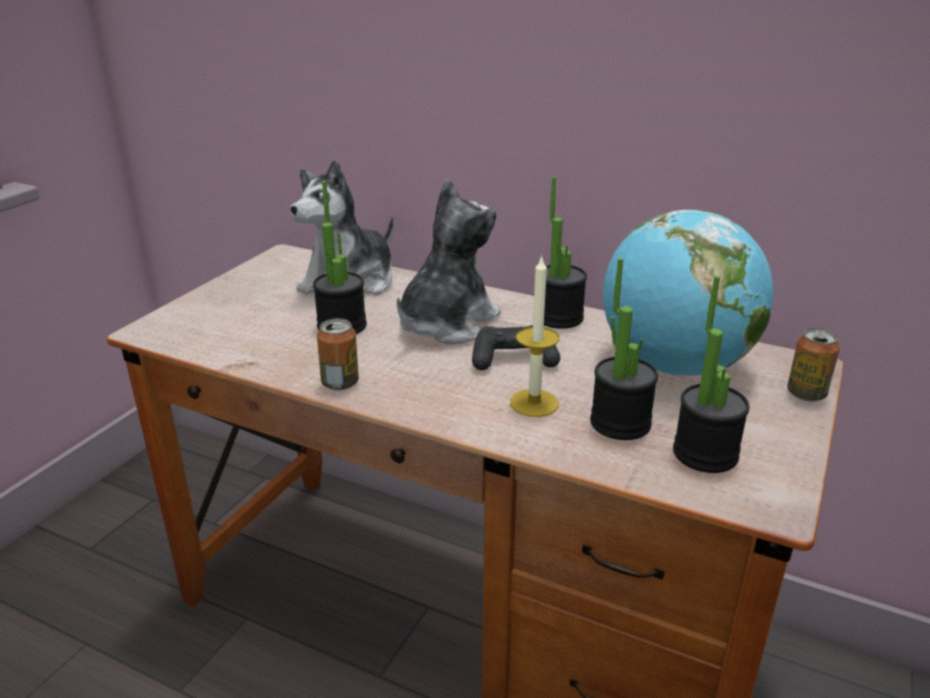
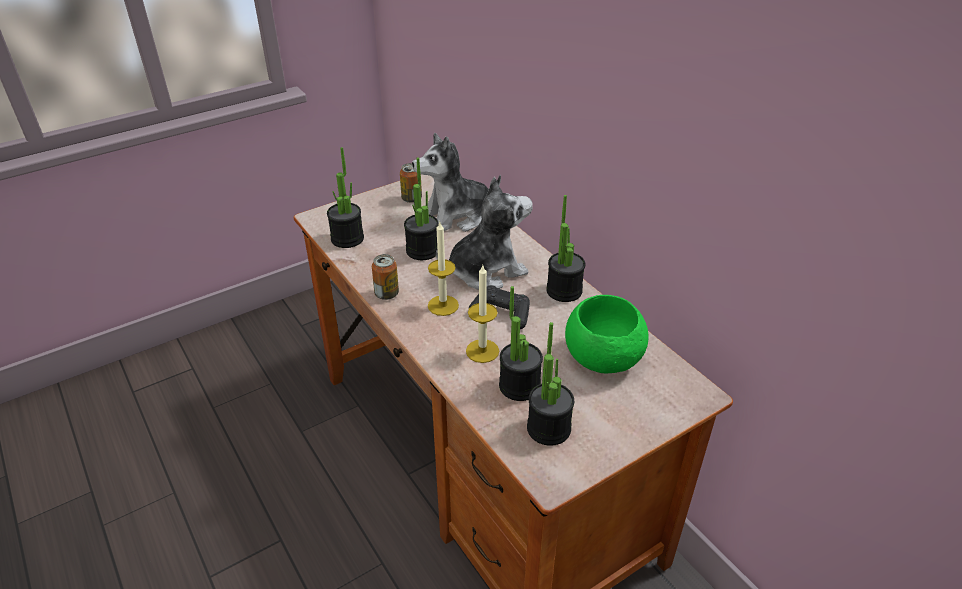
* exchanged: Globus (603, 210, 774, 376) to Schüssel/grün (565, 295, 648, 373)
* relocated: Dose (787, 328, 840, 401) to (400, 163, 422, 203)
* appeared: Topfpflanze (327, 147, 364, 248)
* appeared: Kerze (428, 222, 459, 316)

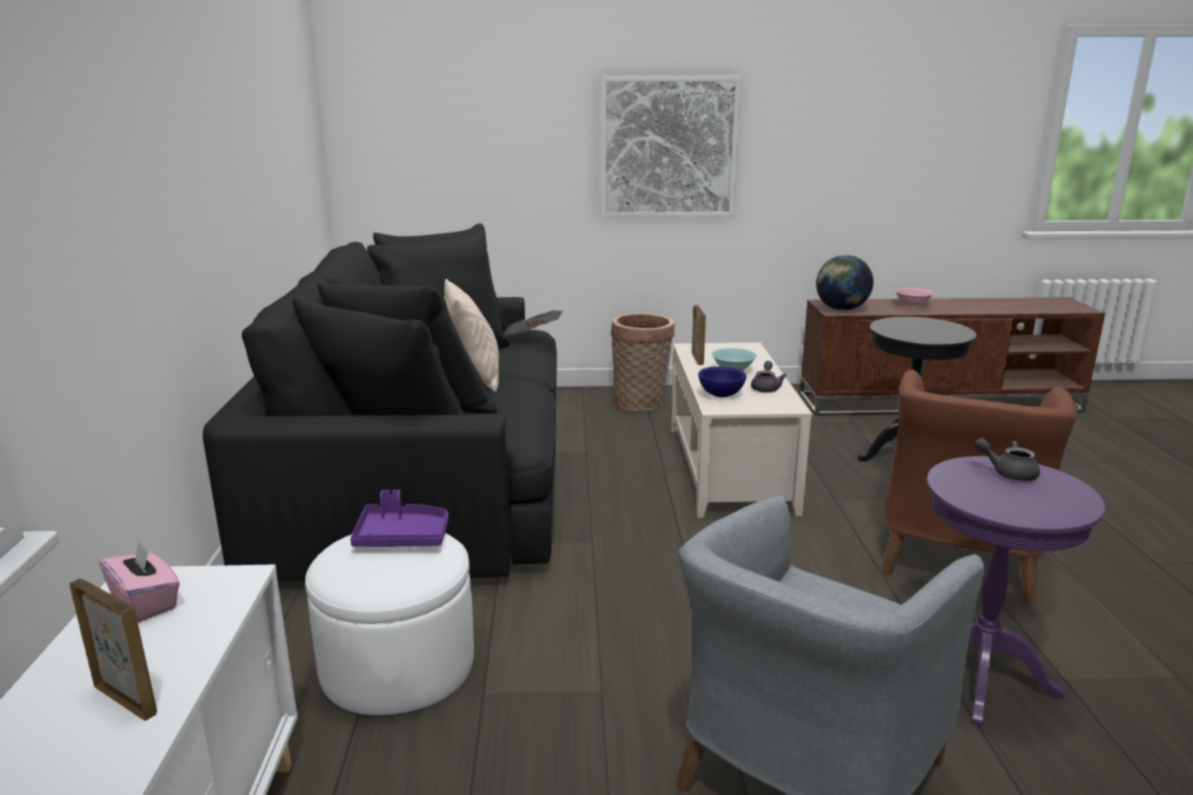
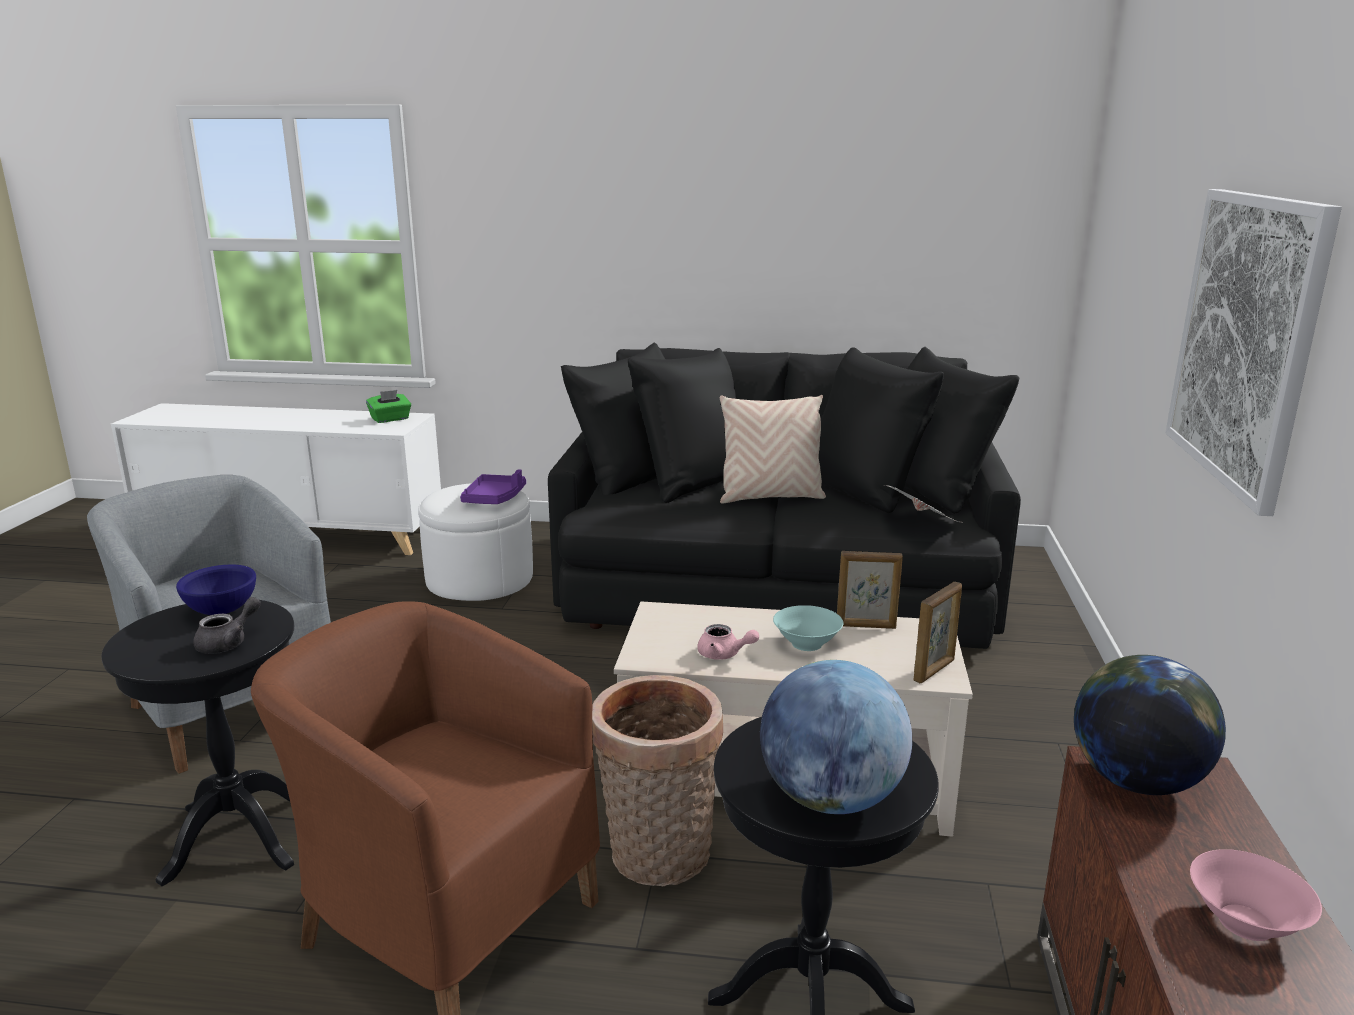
* relocated: Korb (611, 313, 675, 412) to (592, 675, 723, 886)
* colour: Teekanne/grau (751, 361, 787, 392) to Teekanne/rosa (697, 624, 759, 660)
* relocated: Schüssel/blau (698, 366, 746, 397) to (176, 565, 256, 615)
* colour: Beistelltisch/lila (927, 456, 1105, 726) to Beistelltisch/schwarz (101, 600, 294, 886)
* colour: Taschentuchbox/rosa (99, 540, 180, 622) to Taschentuchbox/grün (366, 390, 411, 423)
* relocated: Bilderrahmen (69, 578, 157, 721) to (913, 582, 962, 683)
* appeared: Globus (760, 660, 912, 814)

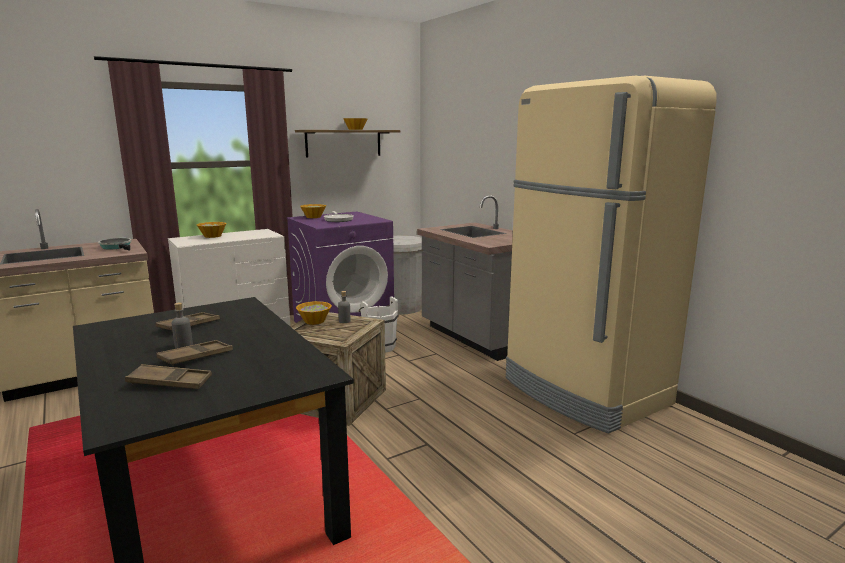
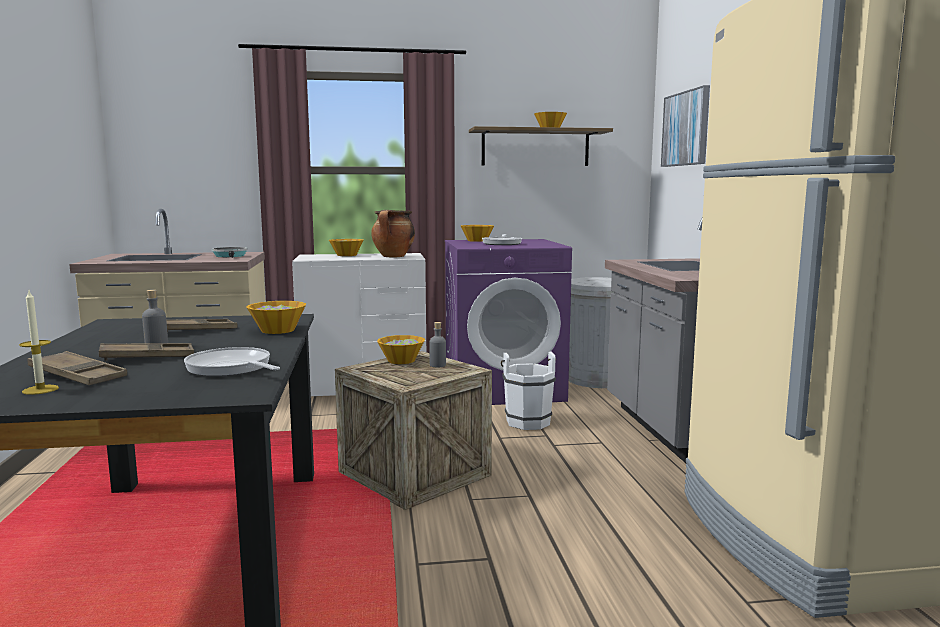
* appeared: Bild (661, 85, 710, 167)
* appeared: Kochtopf (371, 210, 415, 258)
* appeared: Kerze (19, 291, 59, 395)
* appeared: Schüssel (247, 301, 306, 334)
* appeared: Pfanne (184, 347, 280, 377)

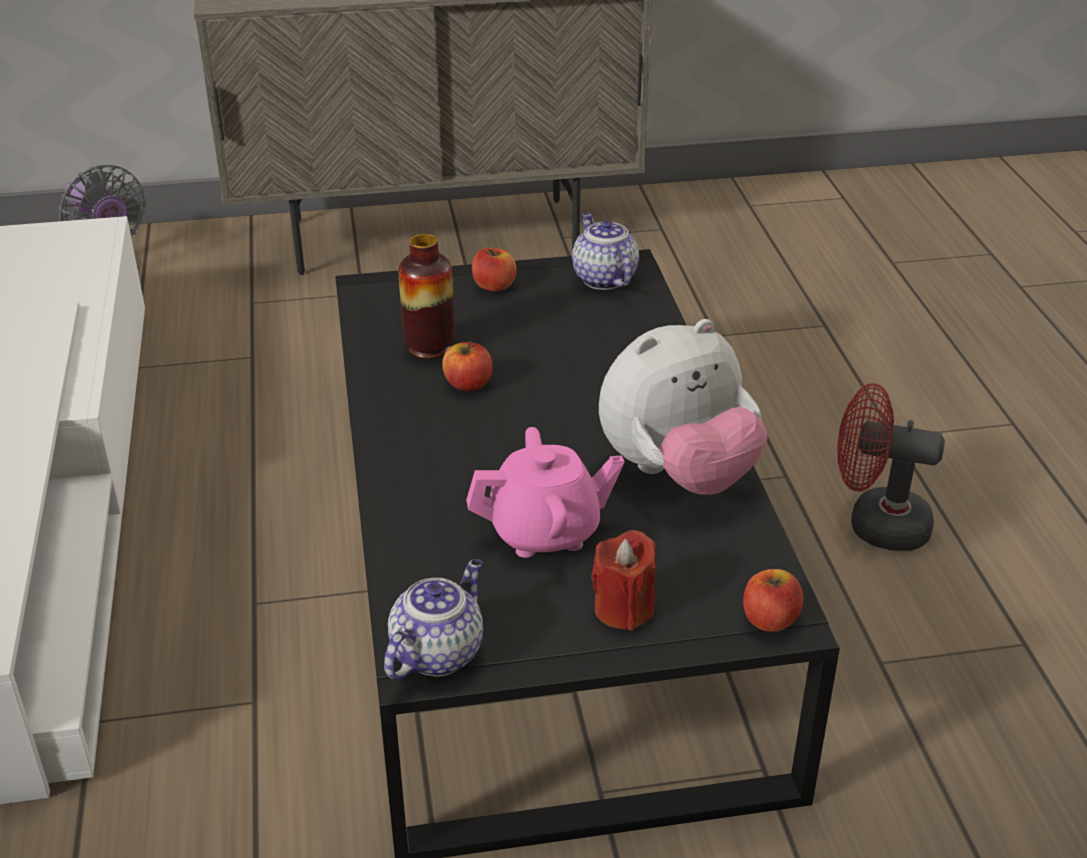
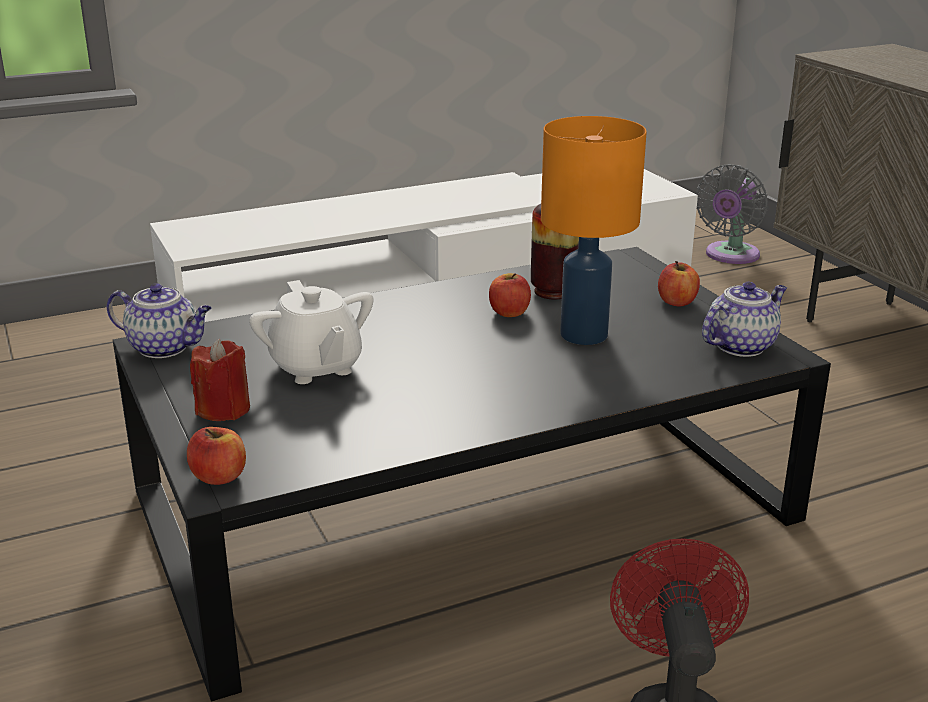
* missing: Plüschtier (599, 319, 767, 495)
* colour: Teekanne/rosa (466, 427, 625, 558) to Teekanne/weiß (249, 280, 374, 384)
* appeared: Tischlampe/orange (541, 116, 647, 345)

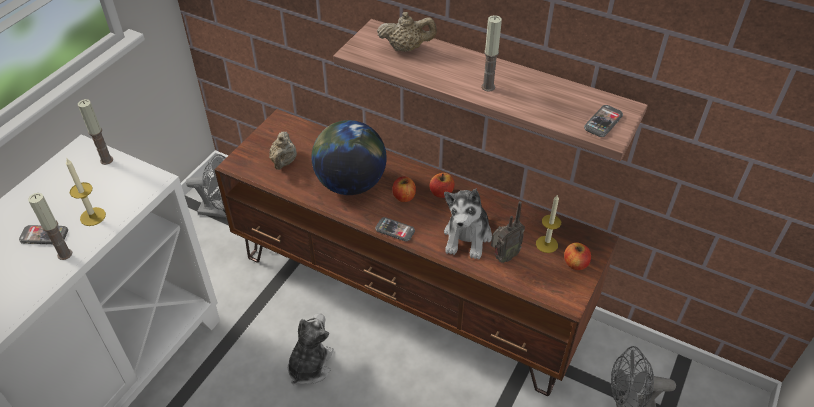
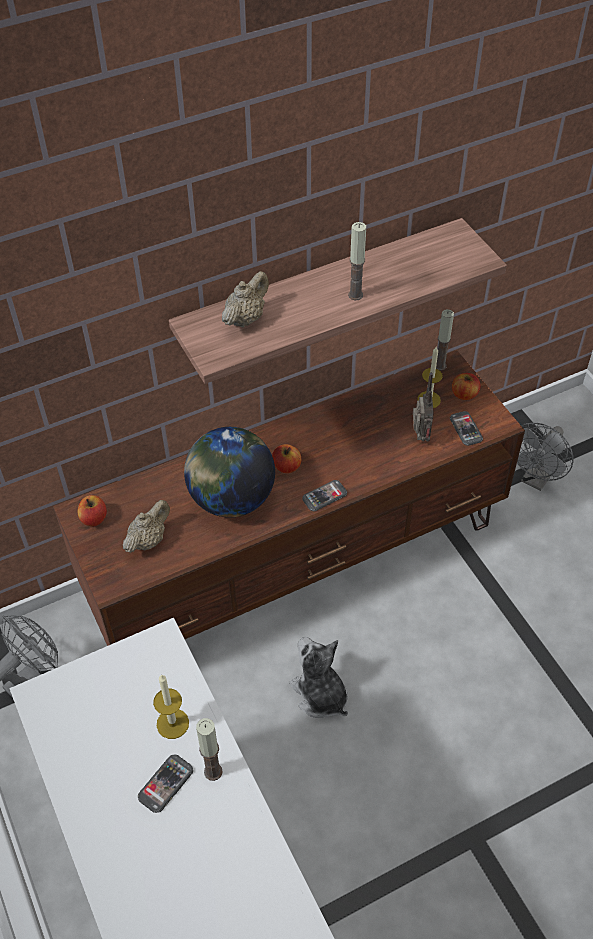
* relocated: Kerze (78, 99, 113, 165) to (436, 309, 454, 371)
* relocated: Handy (584, 105, 623, 137) to (450, 411, 483, 446)
* spun: Teekanne/beige (269, 131, 297, 170) = (123, 500, 170, 553) 90 degrees counterclockwise
* relocated: Apfel (430, 173, 454, 198) to (77, 495, 107, 526)
* missing: Plüschtier (444, 188, 492, 259)

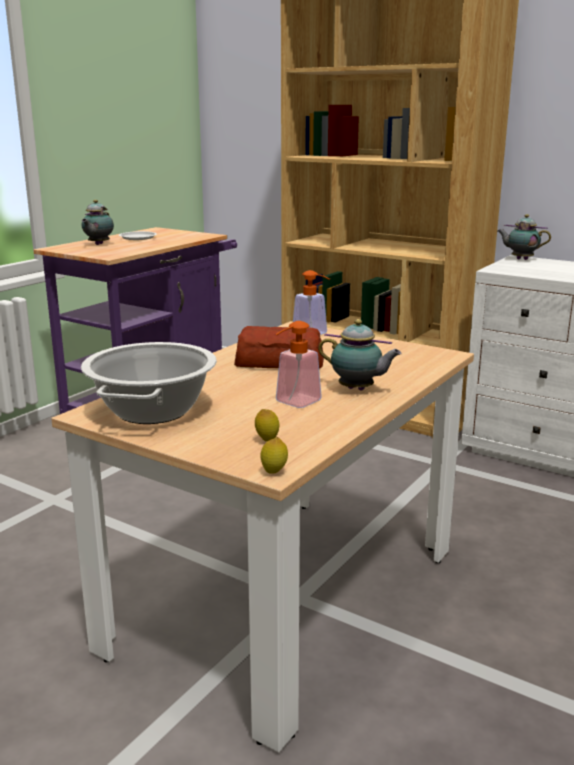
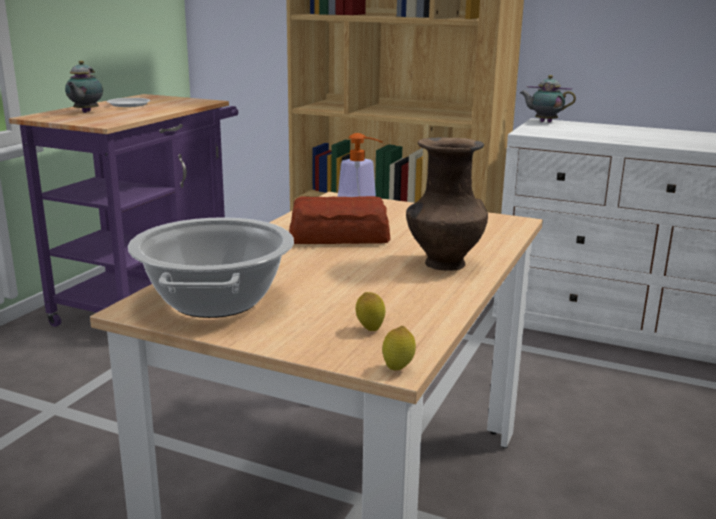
* exchanged: Teekanne (318, 319, 402, 391) to Vase/braun (406, 138, 488, 271)
* missing: Seifenspender (276, 321, 322, 408)

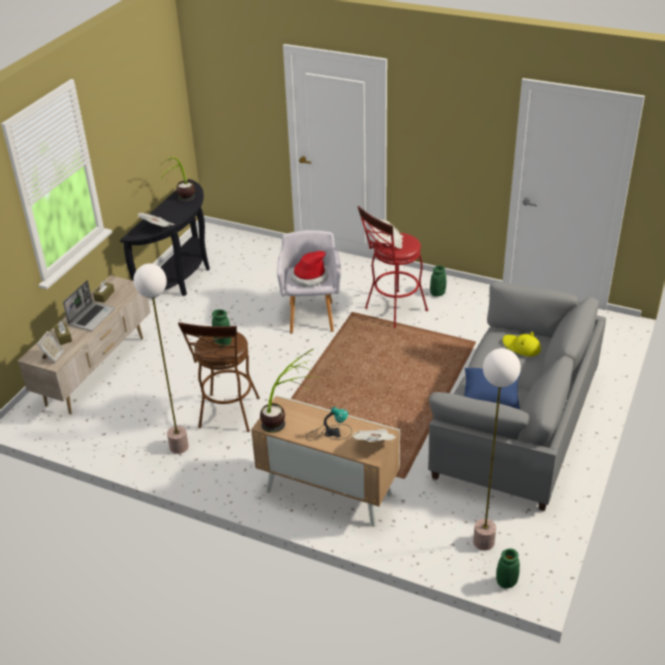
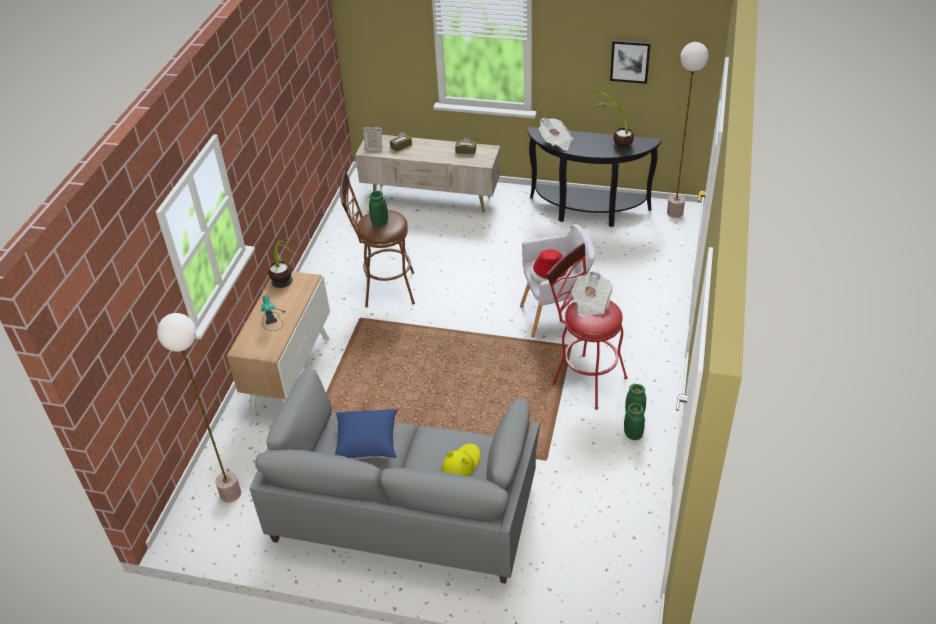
* relocated: Stehlampe (133, 264, 189, 454) to (667, 42, 708, 218)
* missing: Laptop (63, 280, 115, 331)
* missing: Zeitung (352, 429, 397, 442)
* relocated: Vase/grün (496, 548, 520, 589) to (624, 403, 645, 440)
* appeared: Bild (610, 40, 651, 84)

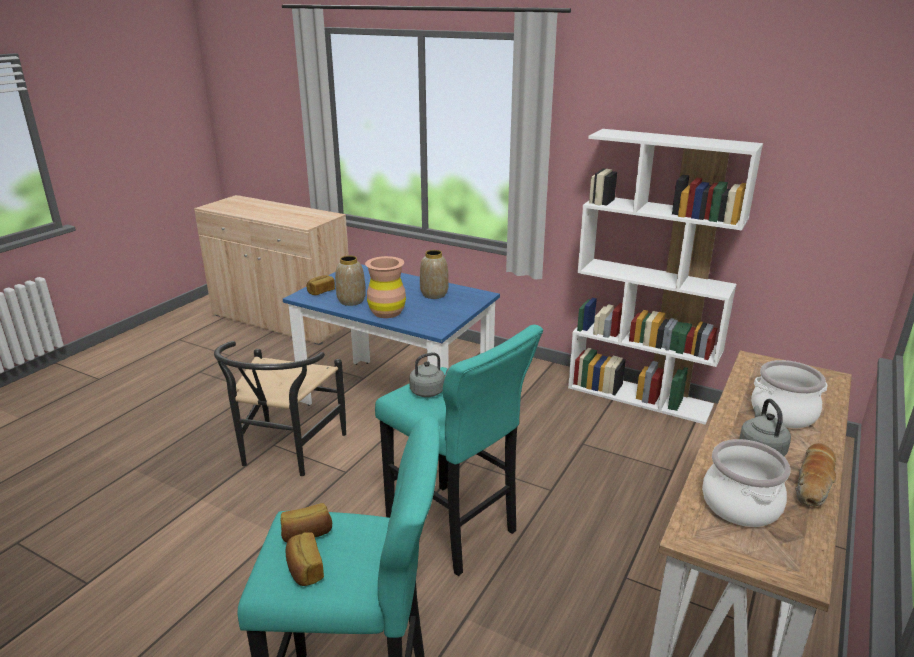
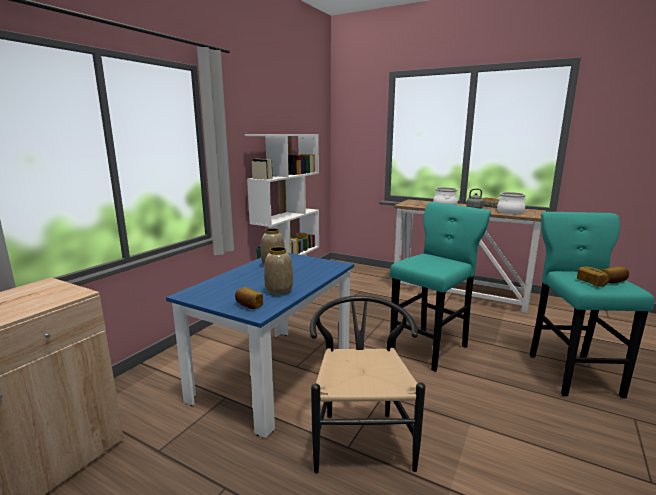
* missing: Vase/braun (365, 256, 406, 318)
* spun: Stuhl/schwarz (214, 341, 346, 476) = (310, 296, 425, 473) 105 degrees counterclockwise
* missing: Wasserkessel/grau (409, 352, 452, 397)

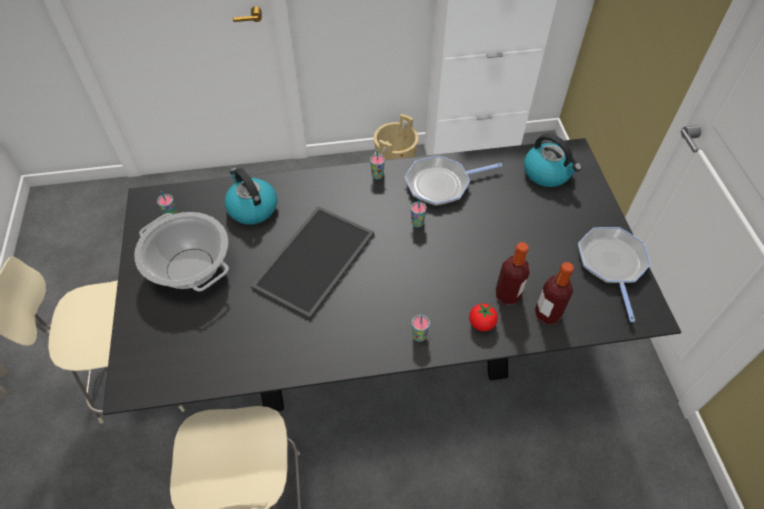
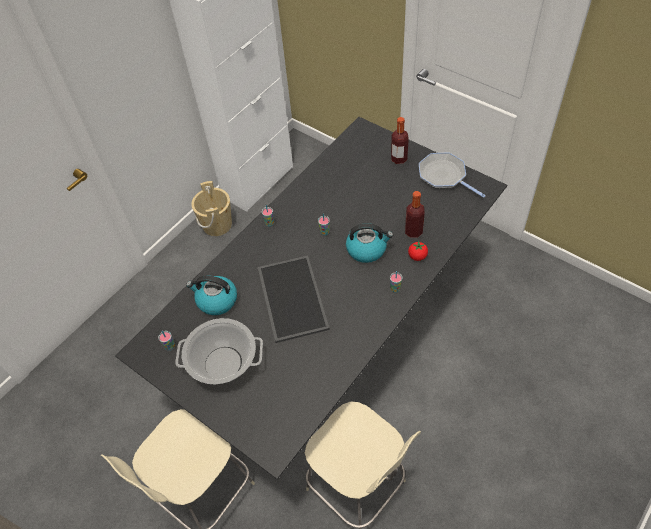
* relocated: Wasserkessel (524, 133, 582, 187) to (346, 223, 393, 263)
* missing: Pfanne (405, 155, 502, 206)
* relocated: Flasche (535, 262, 574, 324) to (391, 117, 409, 164)

